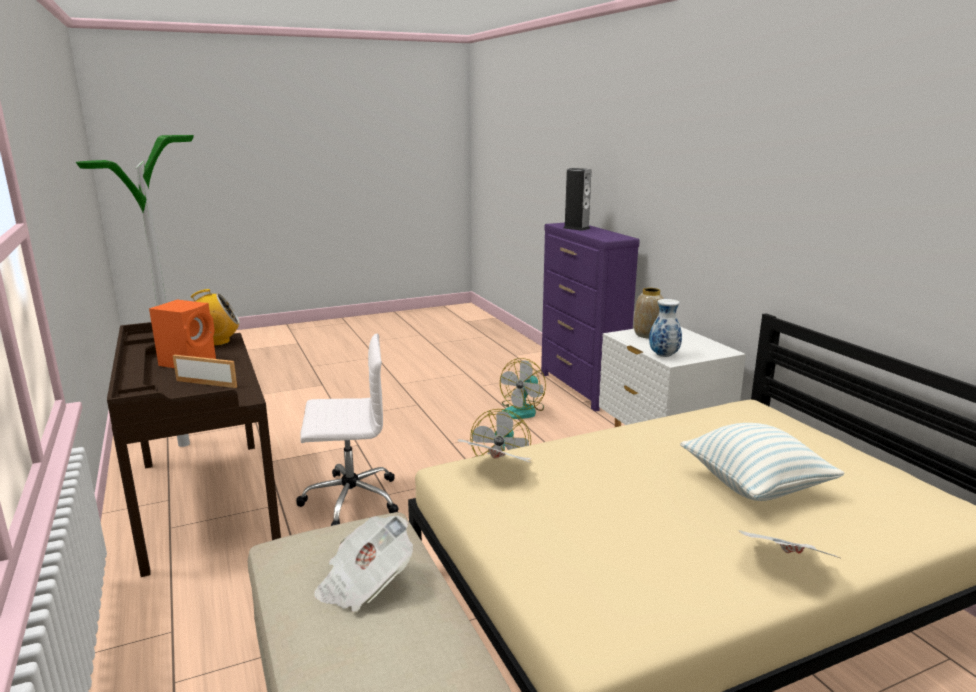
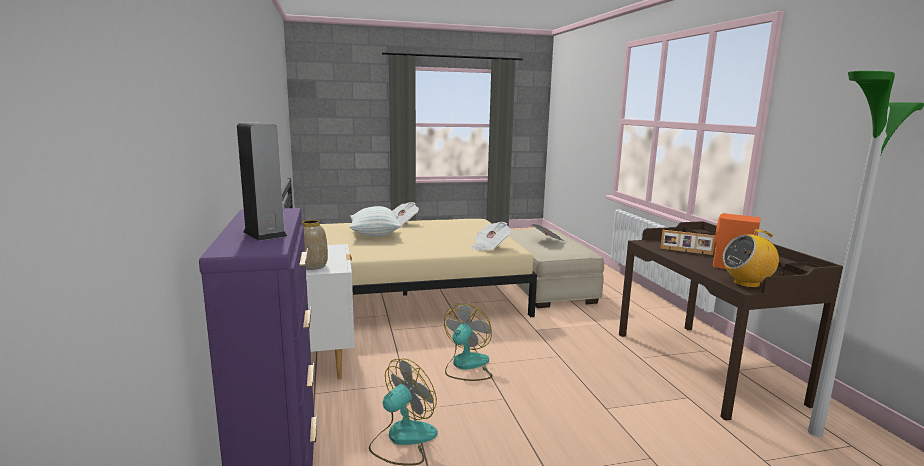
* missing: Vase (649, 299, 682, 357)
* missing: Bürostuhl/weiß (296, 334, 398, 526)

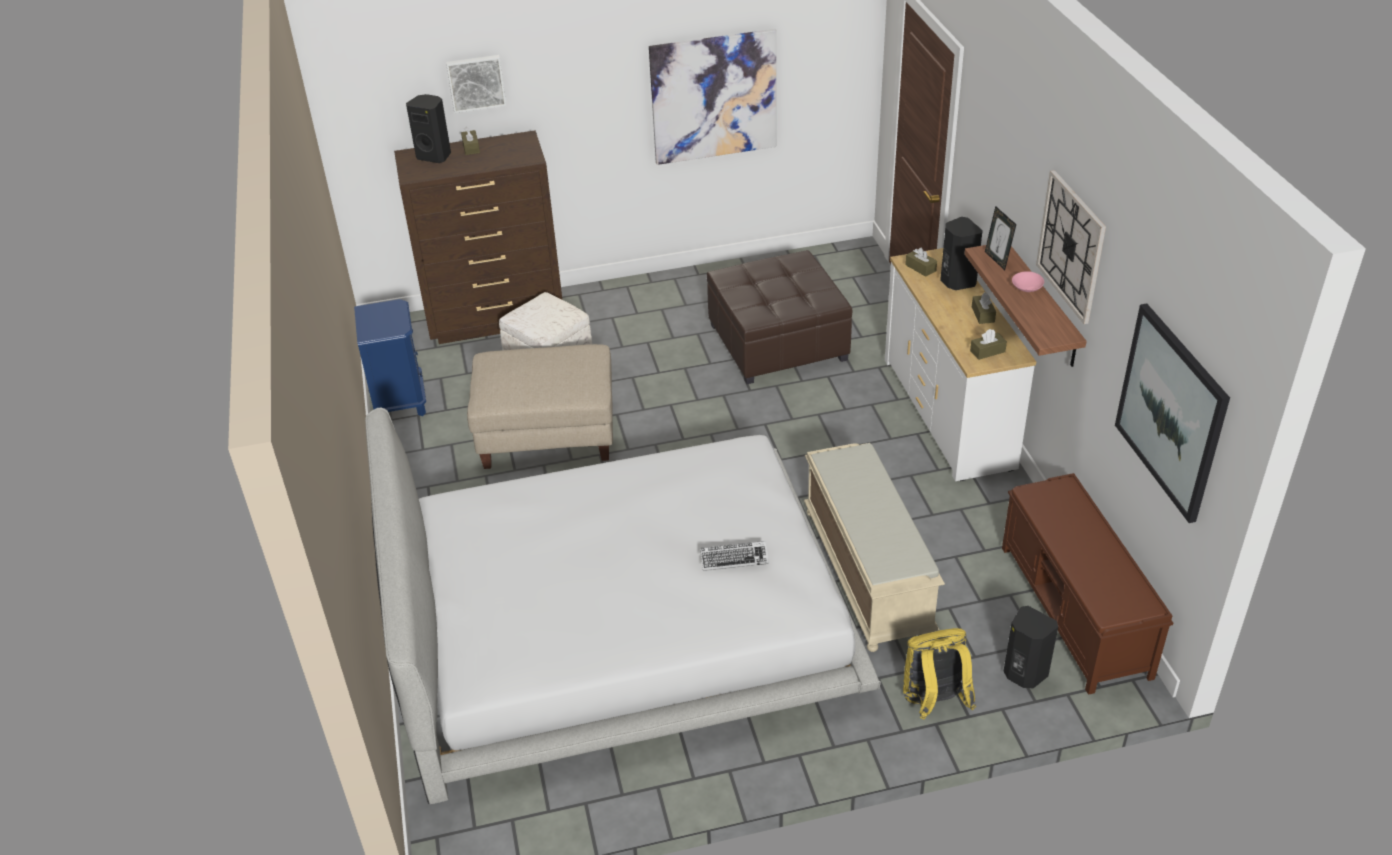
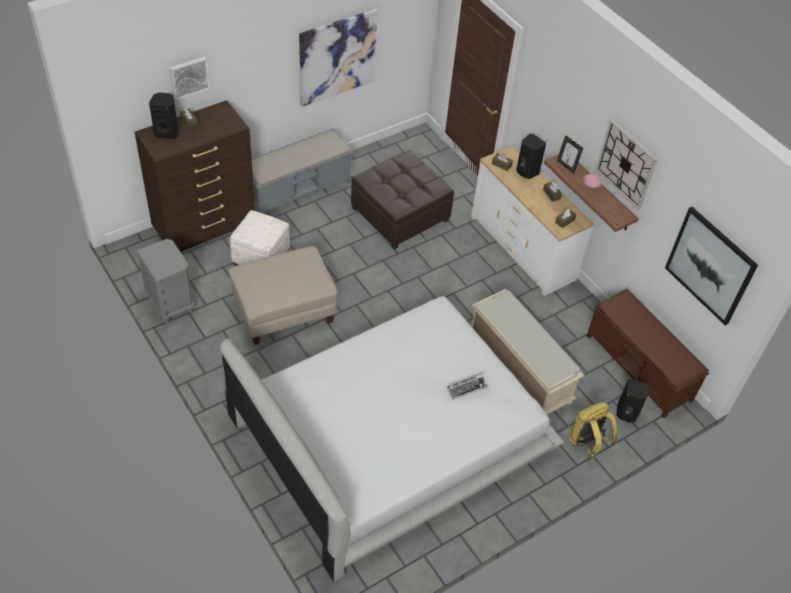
* colour: Nachttisch/blau (354, 299, 426, 416) to Nachttisch/grau (136, 239, 195, 323)
* appeared: Bank/grau (252, 128, 353, 214)

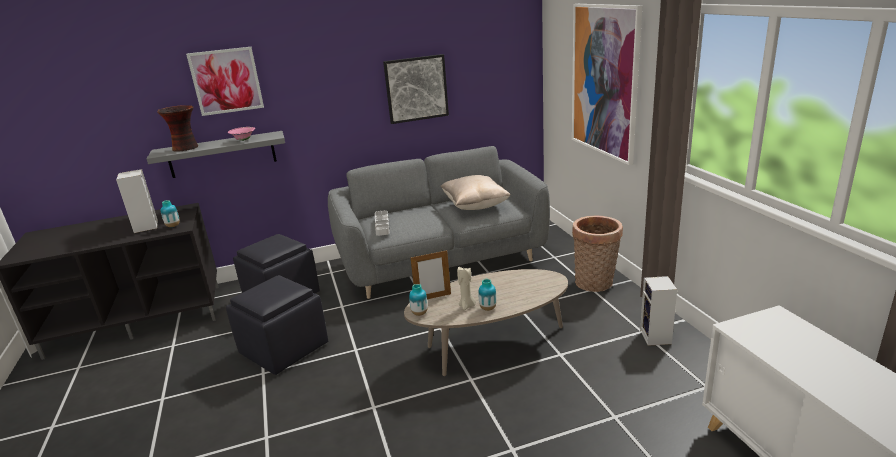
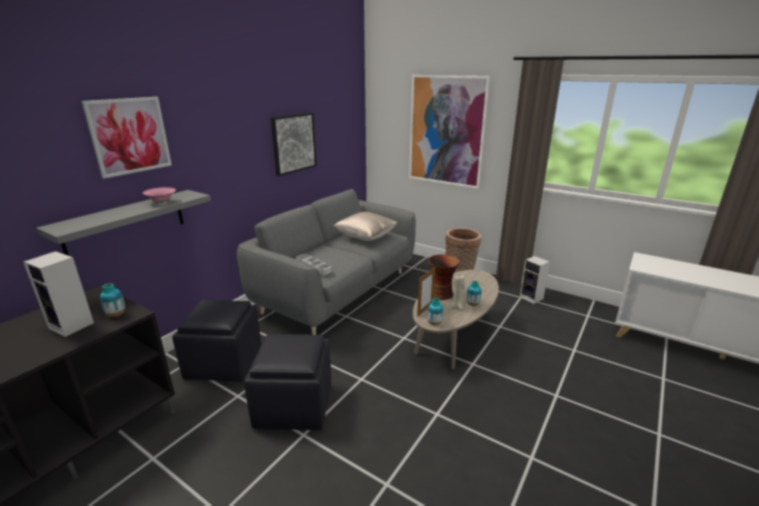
* relocated: Vase (157, 105, 198, 151) to (428, 254, 460, 300)

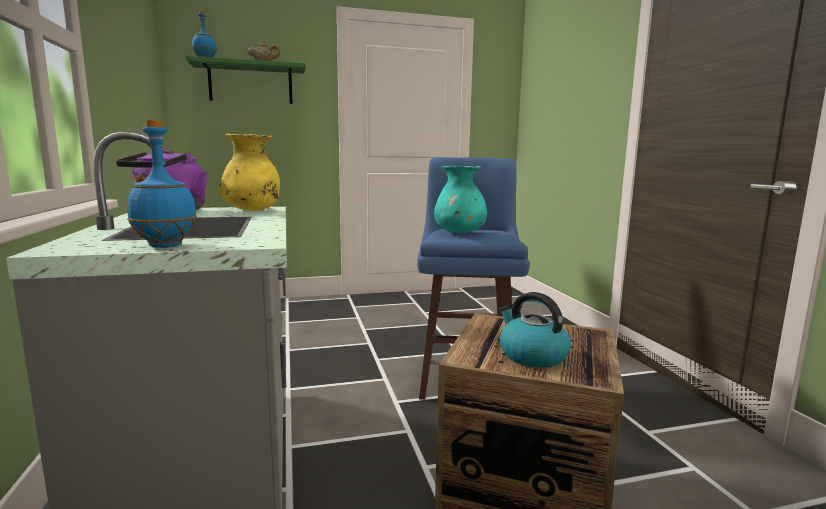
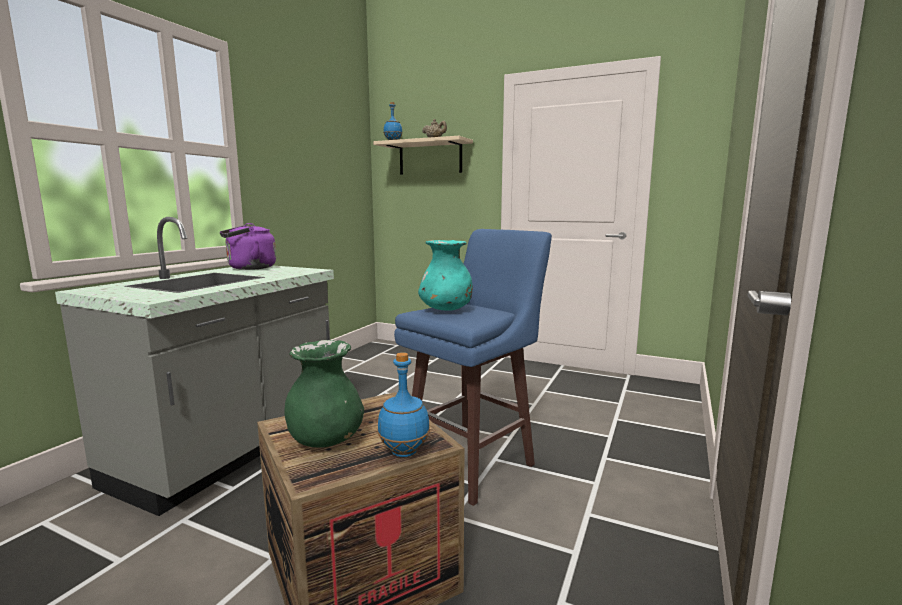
* colour: Wandregal/grün (186, 56, 306, 104) to Wandregal/beige (373, 136, 473, 174)
* relocated: Flasche/blau (127, 120, 197, 248) to (377, 352, 430, 457)
* missing: Vase/gelb (219, 134, 280, 211)
* exchanged: Wasserkessel (499, 292, 571, 368) to Vase/grün (284, 340, 364, 448)

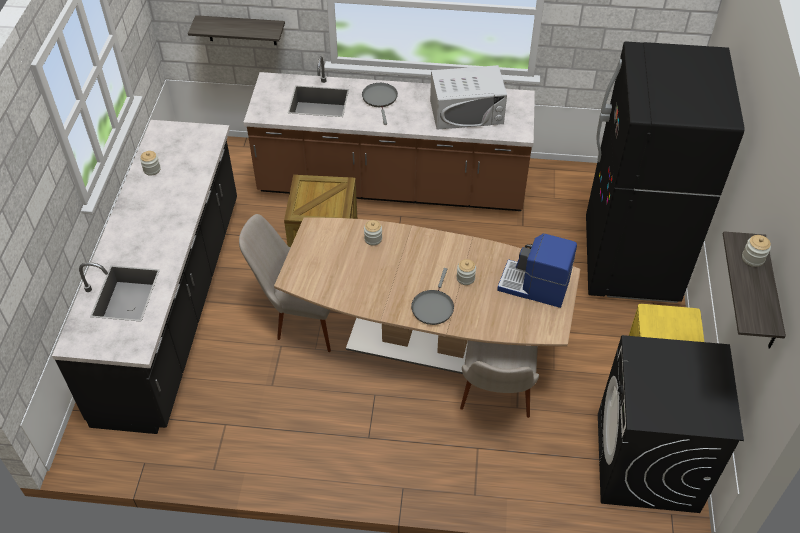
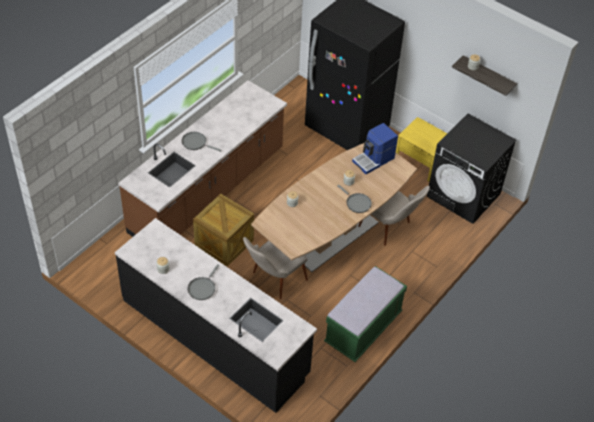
* missing: Wandregal (188, 15, 285, 45)
* missing: Mikrowelle/weiß (430, 65, 507, 130)
* appeared: Pfanne/grau (188, 264, 219, 300)
* appeared: Bank/grün (324, 266, 407, 362)

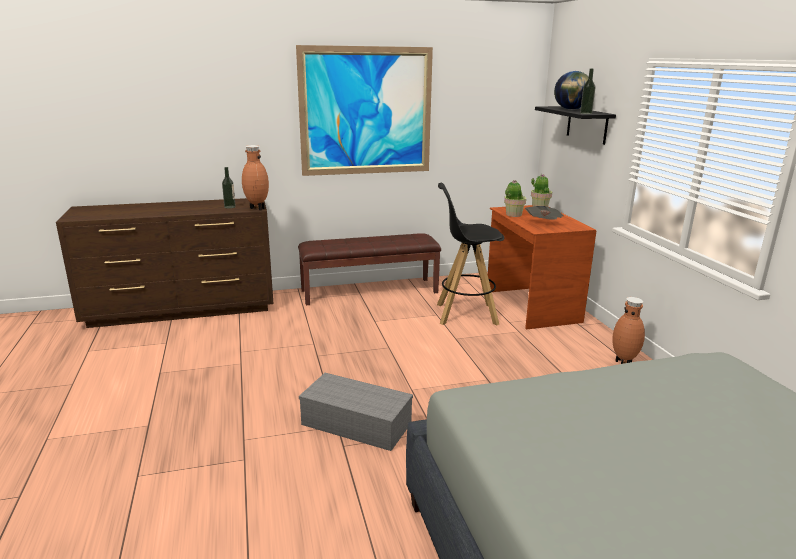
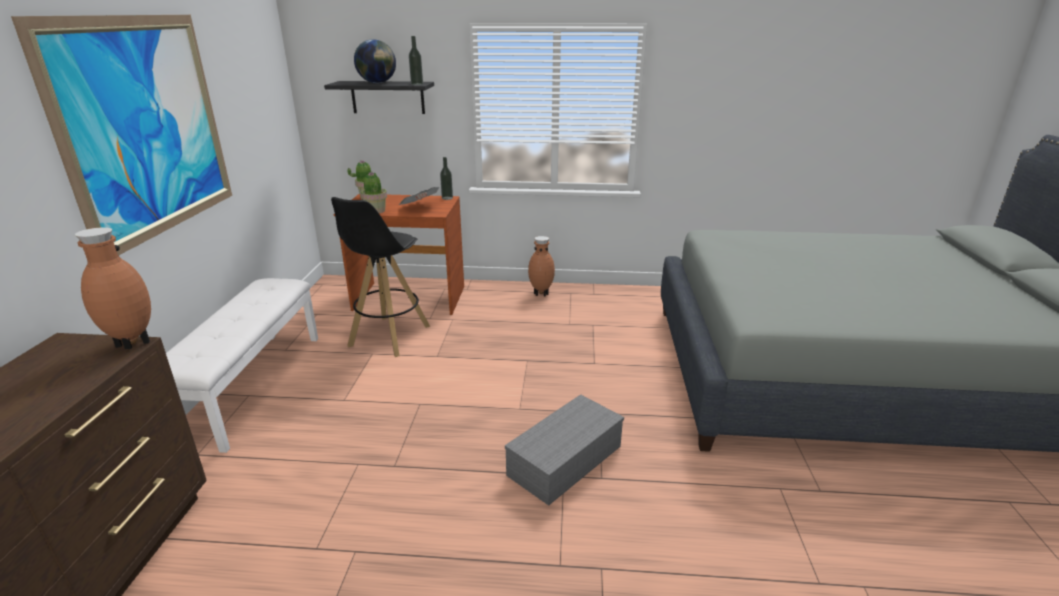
* relocated: Flasche (222, 167, 236, 209) to (440, 157, 453, 200)
* colour: Bank/braun (298, 233, 441, 305) to Bank/weiß (166, 278, 318, 453)

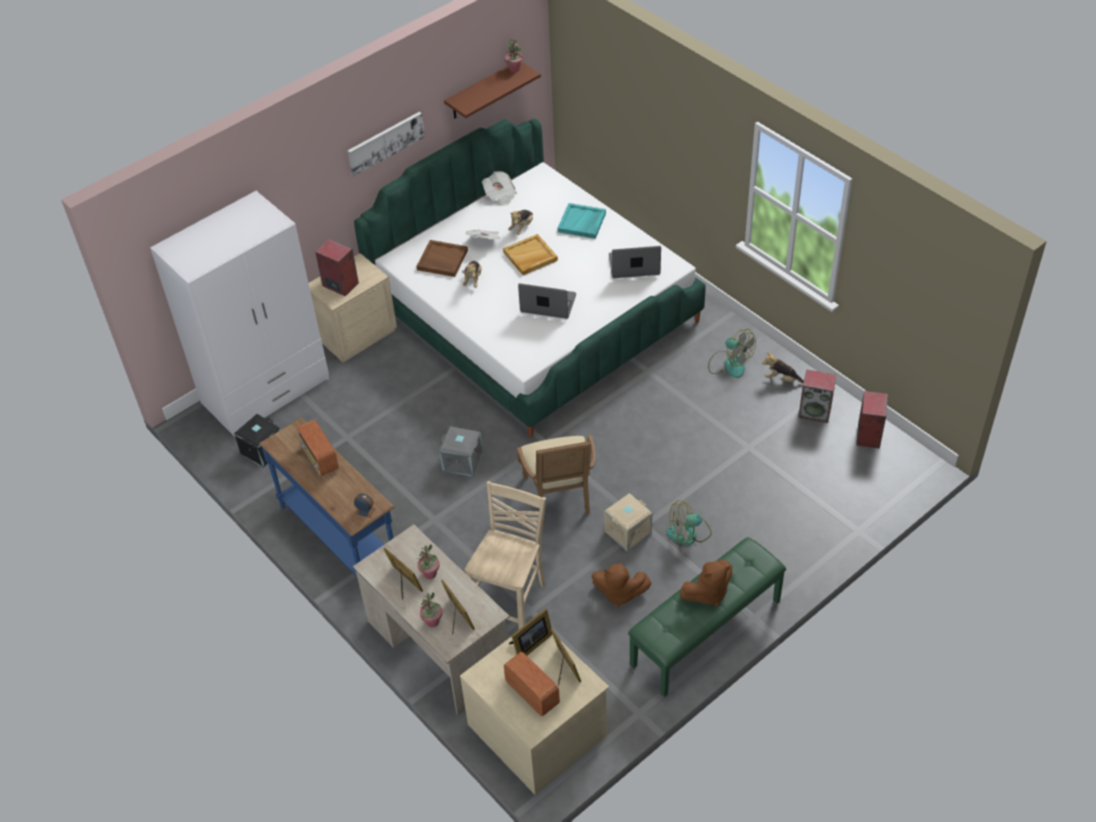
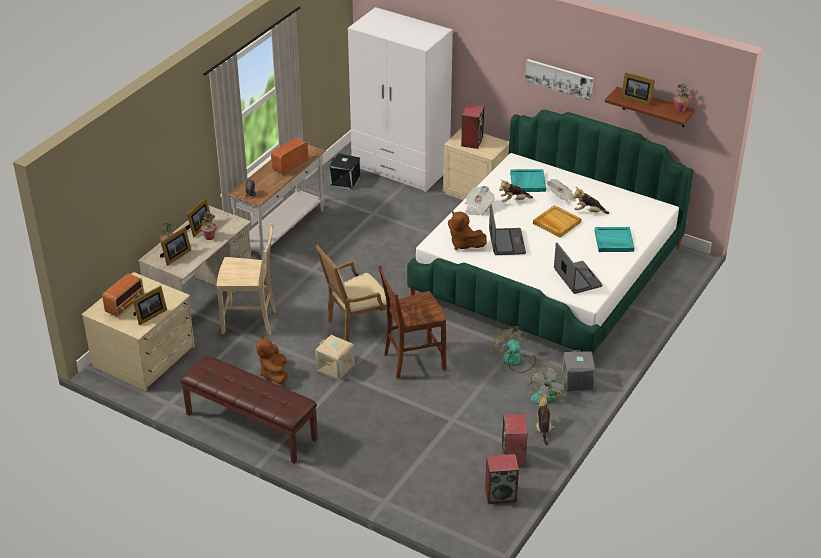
* relocated: Zeitung (482, 171, 517, 205) to (465, 186, 495, 215)
* colour: Tablett/braun (417, 240, 468, 277) to Tablett/türkis (510, 169, 546, 192)
* colour: Konsolentisch/blau (259, 417, 395, 577) to Konsolentisch/weiß (228, 145, 326, 260)
* relocated: Aufbewahrungsbox/grau (439, 426, 483, 477) to (562, 350, 596, 392)
* relocated: Ventilator (666, 500, 712, 545) to (494, 326, 536, 373)
* colour: Bank/grün (628, 537, 786, 697) to Bank/braun (180, 355, 318, 464)
* relocated: Plüschtier/braun (680, 560, 732, 606) to (448, 211, 487, 250)
* relocated: Bilderrahmen (509, 608, 553, 655) to (621, 72, 655, 105)
* appeared: Stuhl/braun (379, 266, 446, 379)

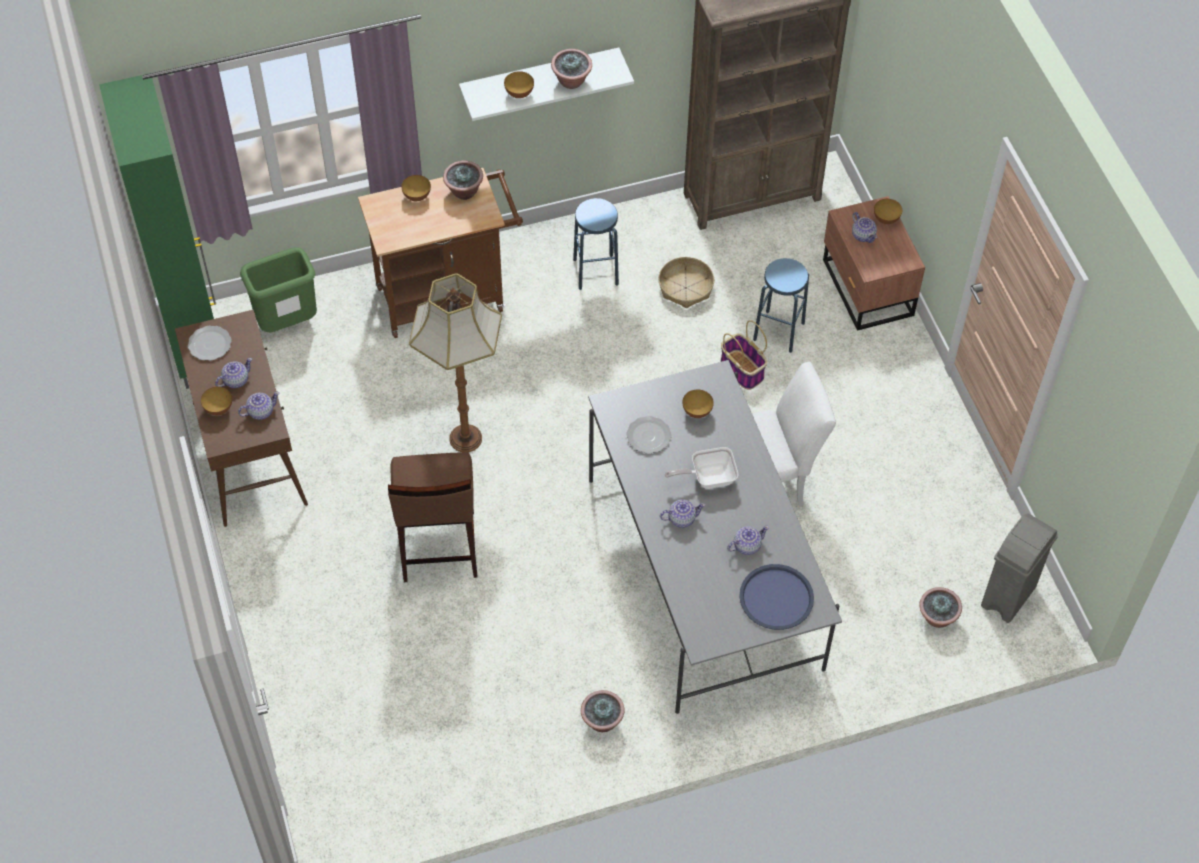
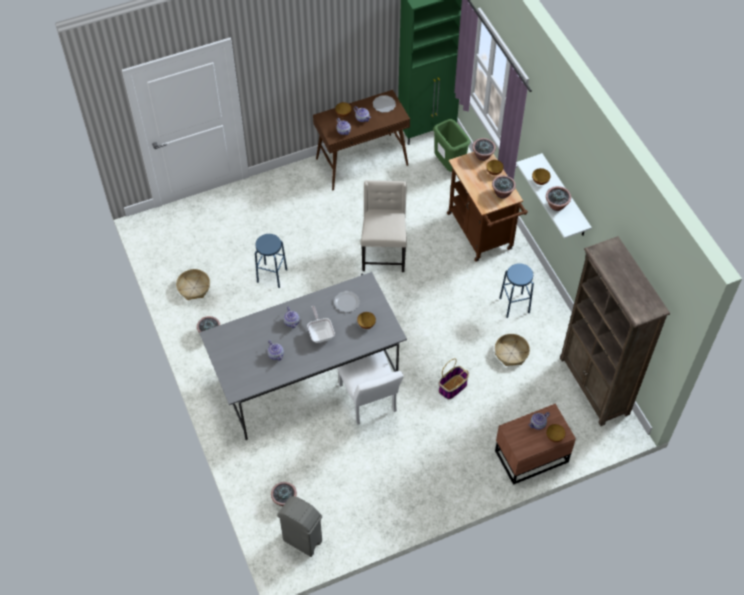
* relocated: Hocker/blau (753, 258, 809, 353) to (255, 234, 287, 288)
* exchanged: Stehlampe (409, 273, 502, 452) to Stuhl/beige (361, 180, 407, 272)
* missing: Hocker/braun (388, 452, 478, 582)
* missing: Tablett/blau (739, 564, 814, 630)
* appeared: Topfpflanze (472, 138, 496, 161)
* appeared: Korb (176, 269, 210, 300)

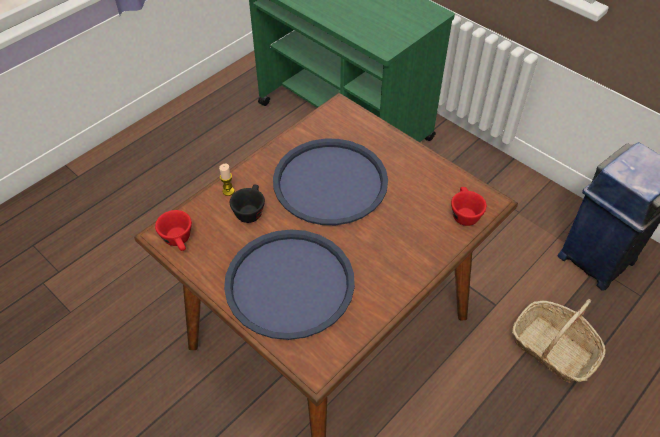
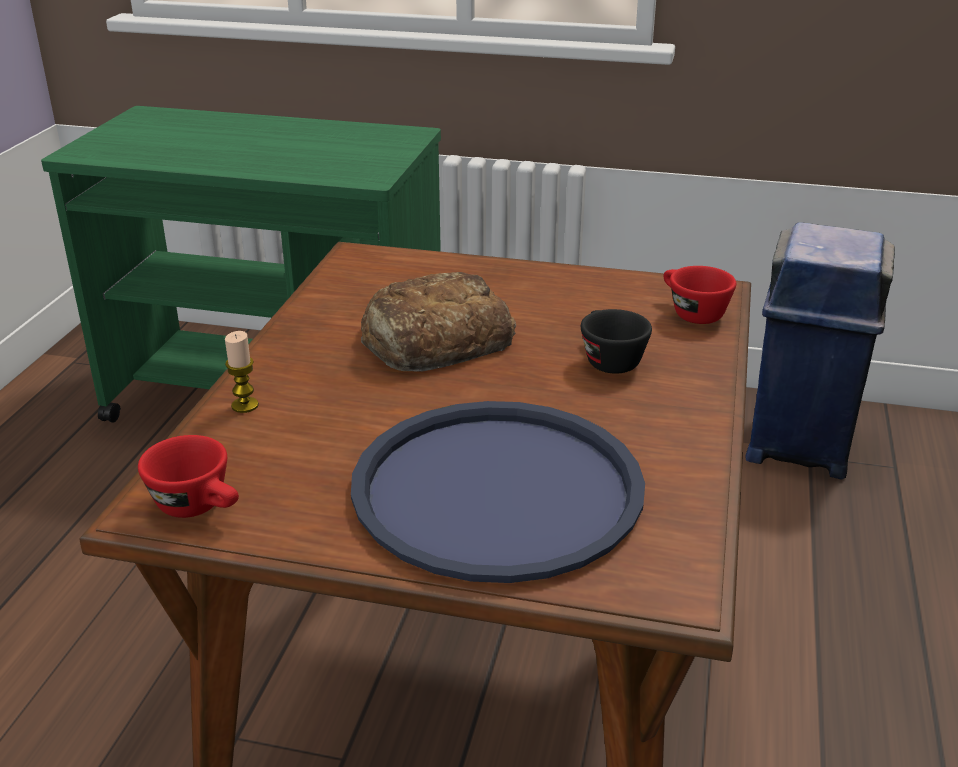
* exchanged: Tablett/blau (273, 139, 388, 225) to Brot (361, 272, 516, 372)
* relocated: Tasse/schwarz (230, 184, 265, 223) to (581, 309, 652, 374)
* missing: Korb (512, 299, 606, 383)

